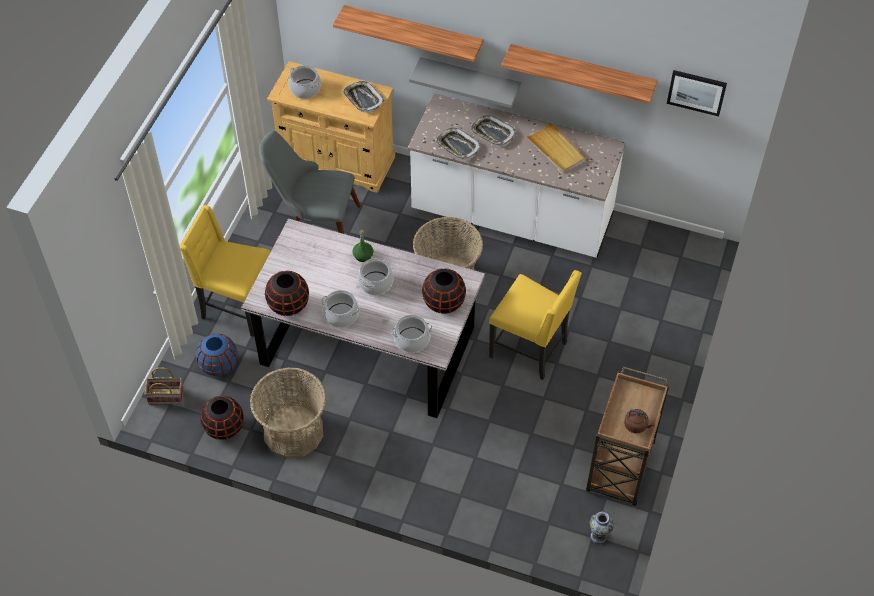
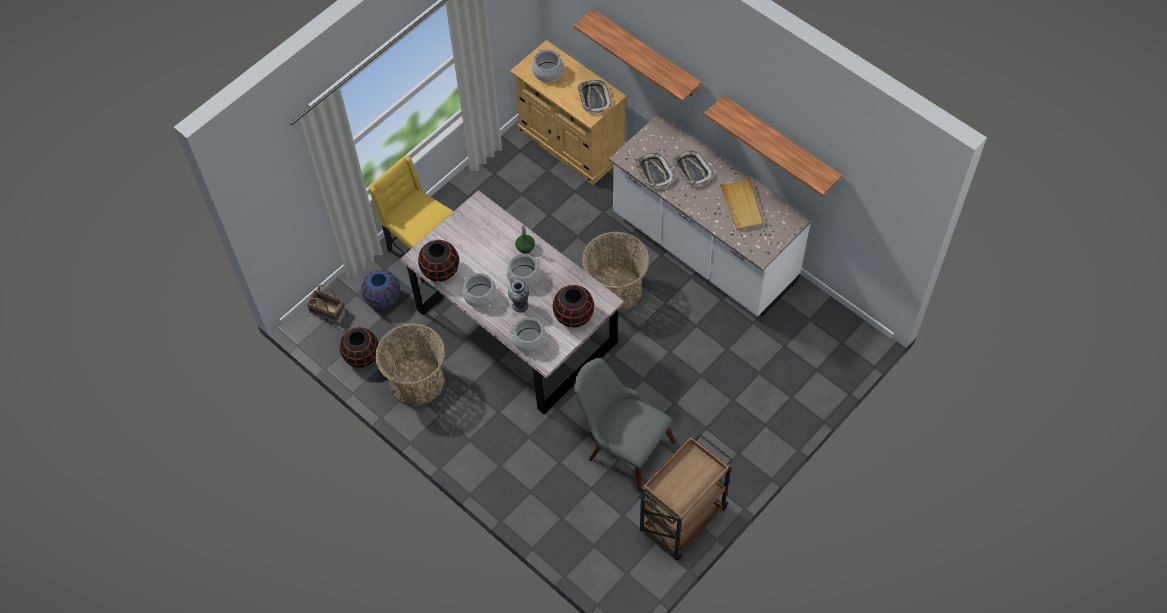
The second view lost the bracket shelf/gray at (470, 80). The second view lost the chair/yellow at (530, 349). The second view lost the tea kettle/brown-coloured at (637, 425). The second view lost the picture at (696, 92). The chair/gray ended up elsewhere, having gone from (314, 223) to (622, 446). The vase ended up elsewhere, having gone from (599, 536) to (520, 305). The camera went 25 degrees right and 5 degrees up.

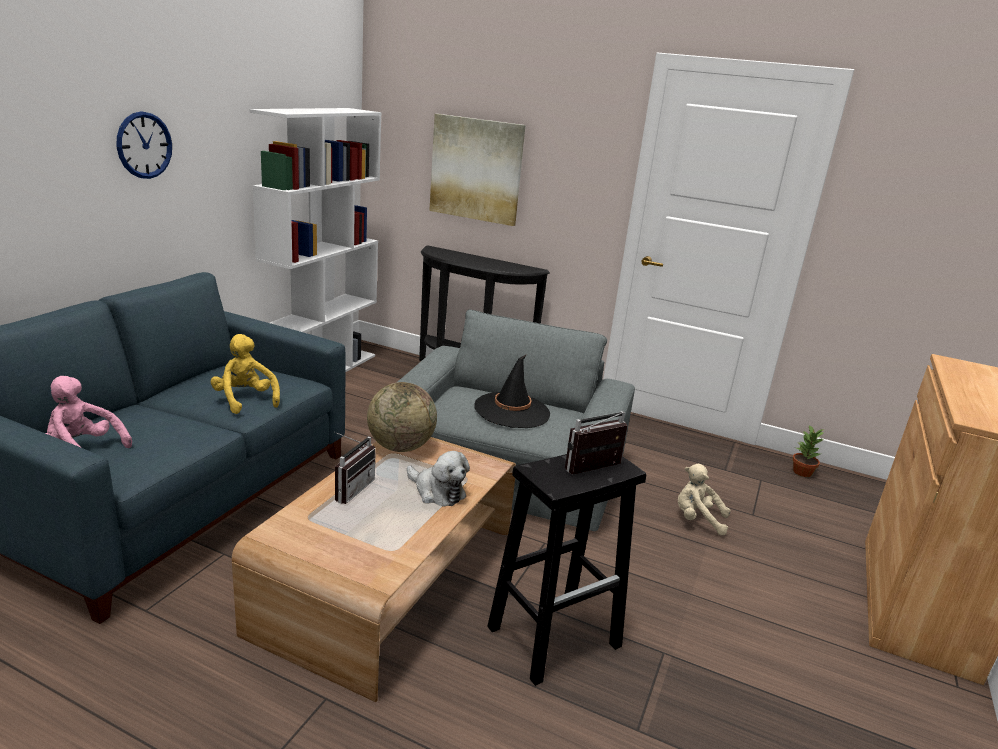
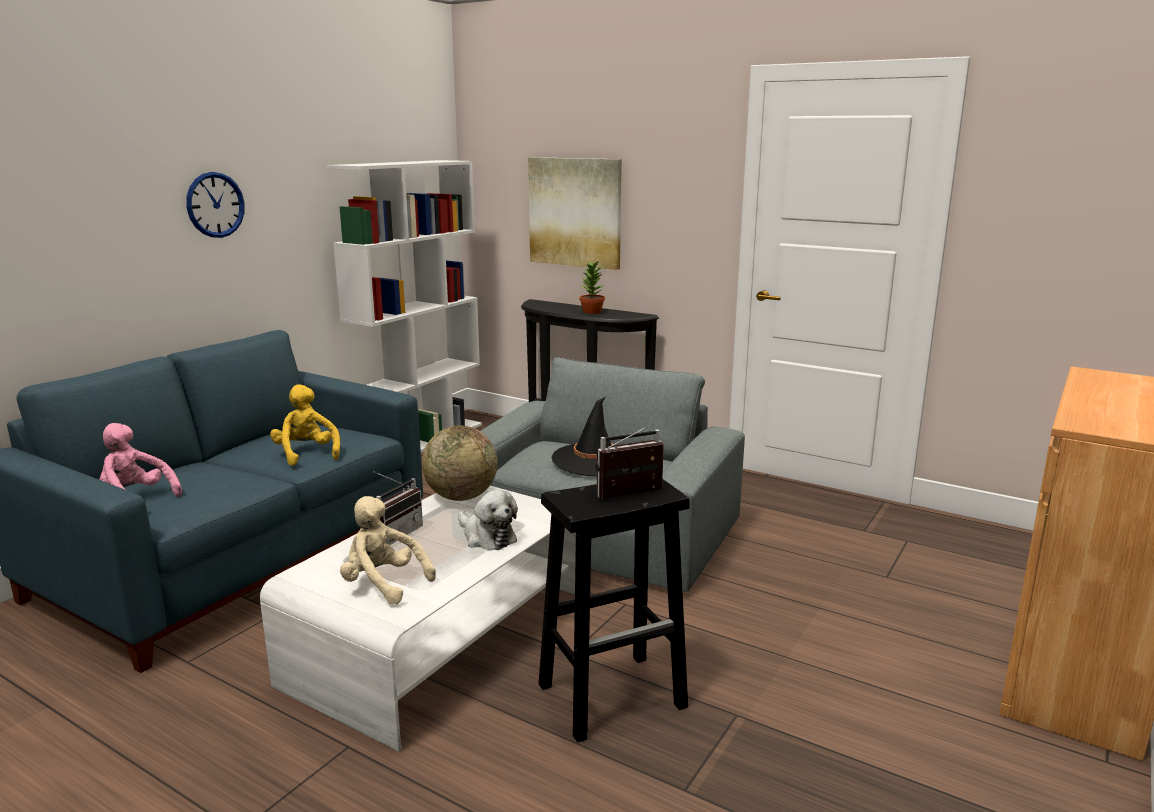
The soft toy/beige ended up elsewhere, having gone from (697, 520) to (383, 584). The plant in a pot ended up elsewhere, having gone from (802, 472) to (591, 312). What was the lounge table/brown-coloured at (389, 578) turned into the lounge table/white-coloured at (443, 636). The camera went 10 degrees right and 5 degrees down.

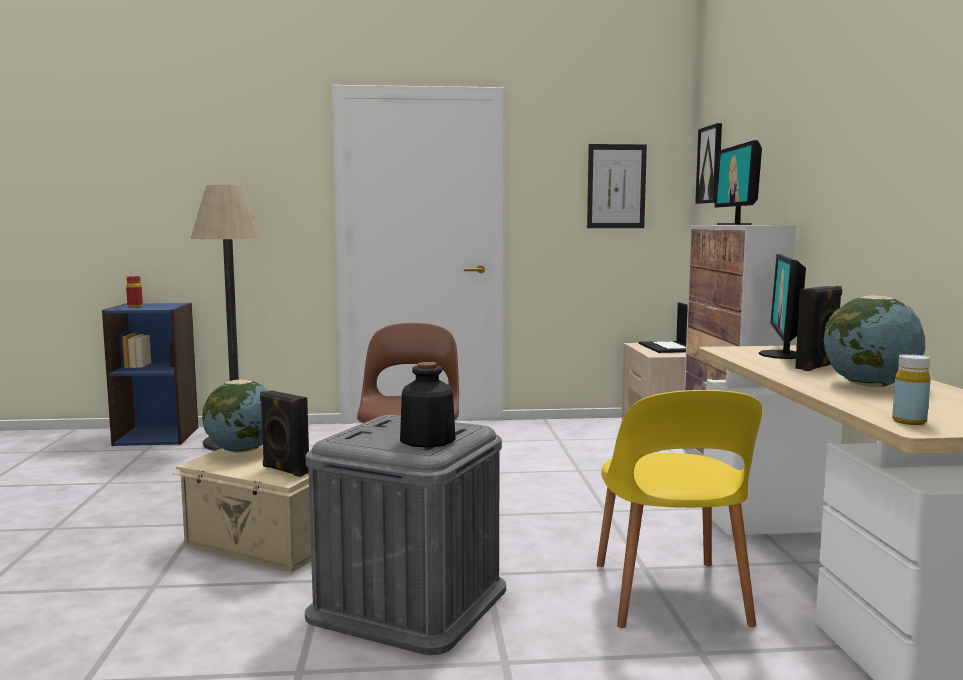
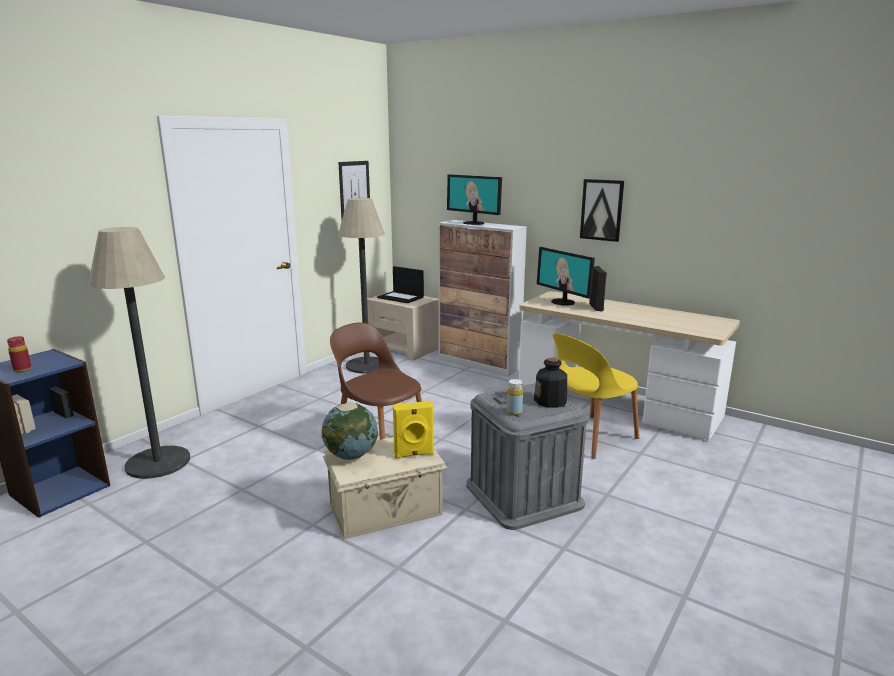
The second view lost the world globe at (869, 385). The second view gained the standard lamp at (367, 365). The picture ended up elsewhere, having gone from (710, 165) to (602, 210). The drink bottle/yellow ended up elsewhere, having gone from (909, 421) to (514, 412). What was the audio speaker/black at (284, 470) turned into the audio speaker/yellow at (414, 454). The chair/yellow at (670, 596) ended up facing another way, 105 degrees clockwise from before. The camera went 50 degrees left and 10 degrees up.

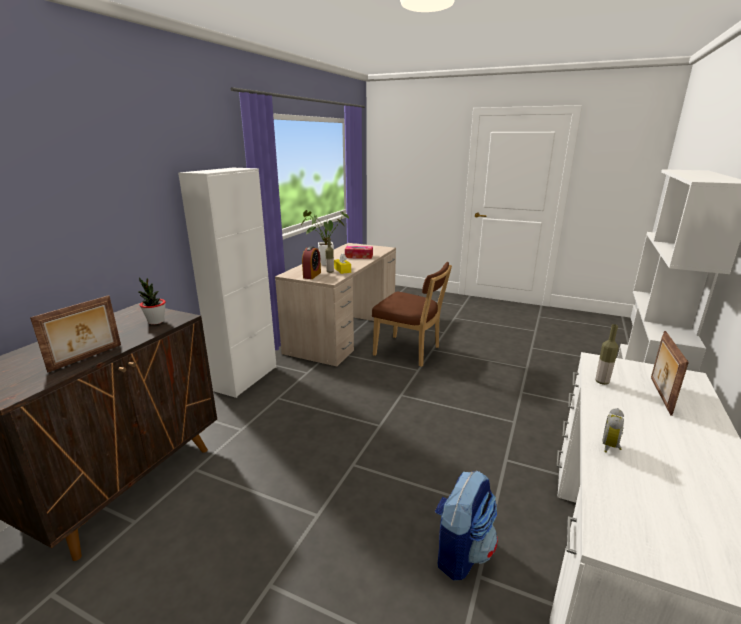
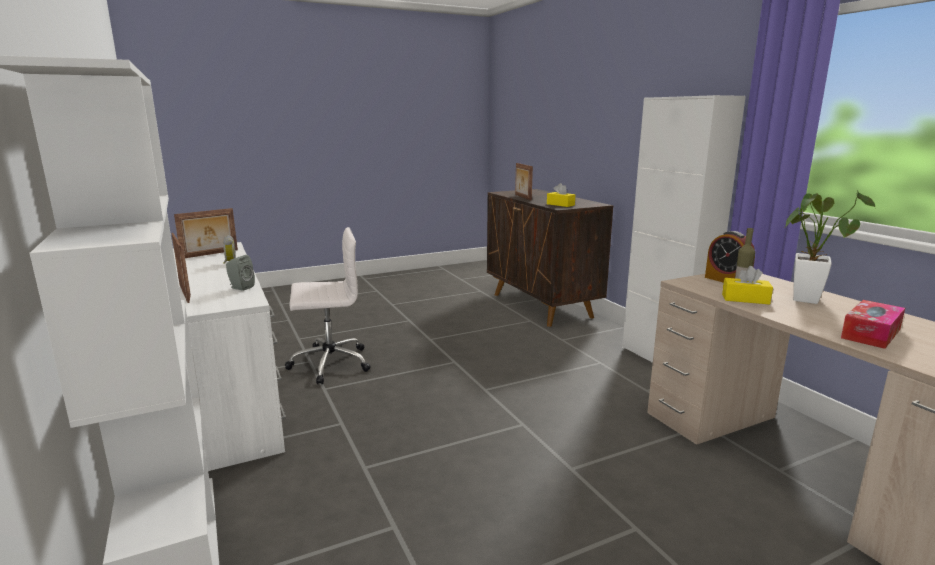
The second view lost the chair/brown-coloured at (410, 352). The second view gained the photo frame at (210, 254). Where the plant in a pot stood at (156, 321), the tissue box/yellow came to stand at (560, 204). Where the rucksack stood at (461, 551), the computer chair/white-coloured came to stand at (329, 363). Where the drink bottle stood at (602, 382), the audio speaker/gray came to stand at (240, 287). The camera went 130 degrees right and 5 degrees down.

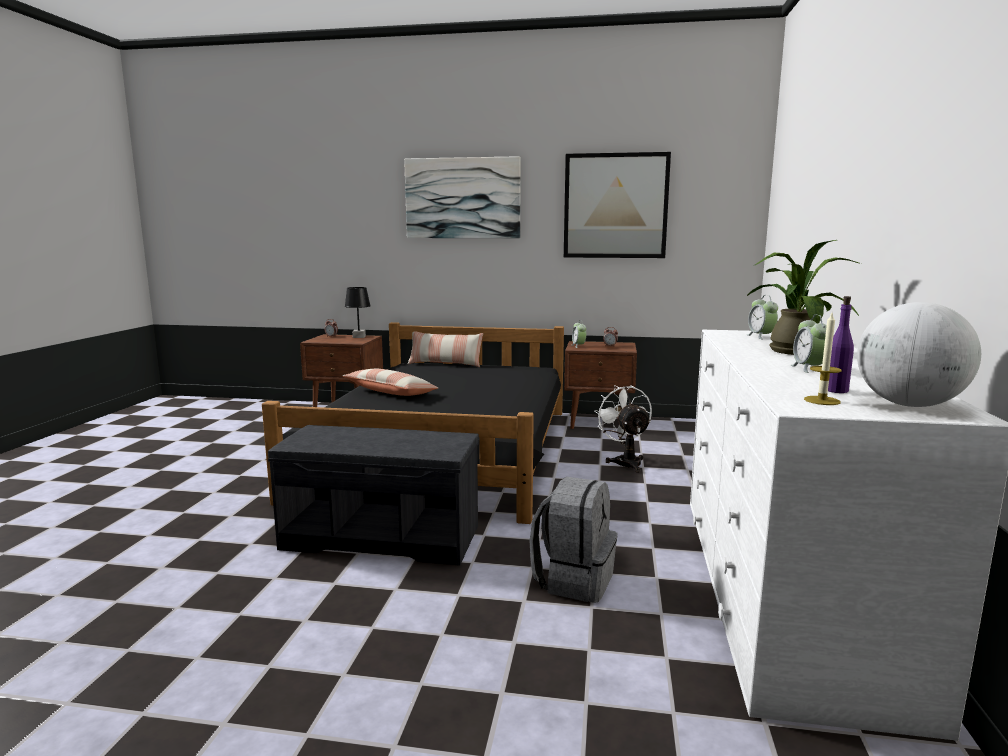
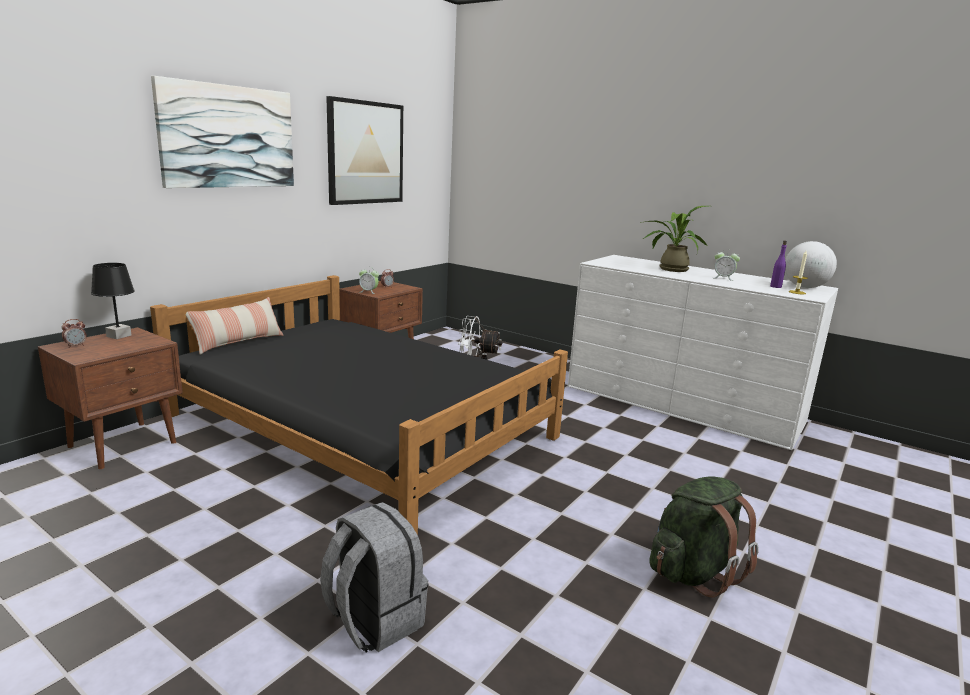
The second view lost the indoor bench/gray at (383, 537). The second view lost the throw pillow at (390, 392). The second view lost the alarm clock at (761, 336). The second view gained the rucksack/green at (693, 572). The rucksack/gray ended up elsewhere, having gone from (574, 580) to (373, 620). The camera went 65 degrees left and 5 degrees up.

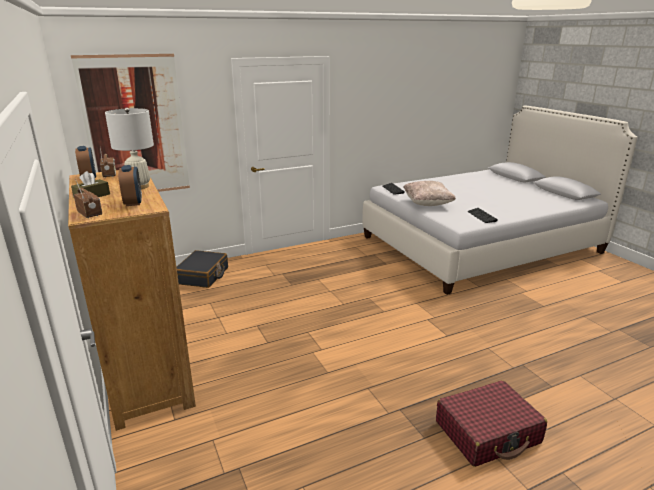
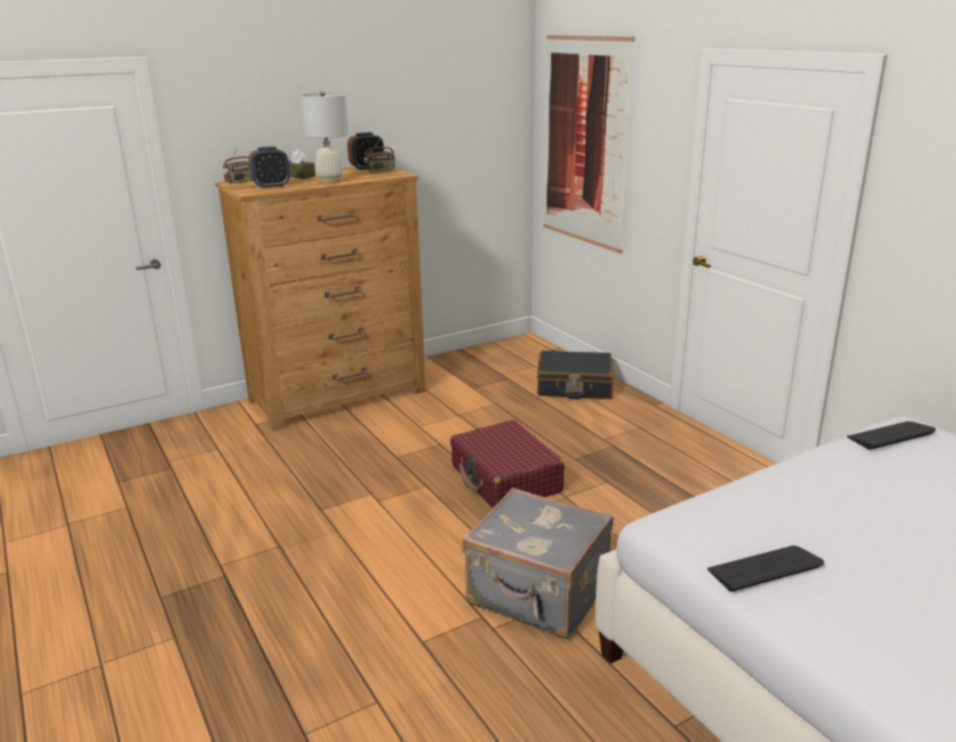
The second view lost the throw pillow/beige at (427, 204). The second view gained the suitcase/gray at (538, 595). The suitcase/red ended up elsewhere, having gone from (488, 432) to (505, 479). The camera went 85 degrees right and 0 degrees up.

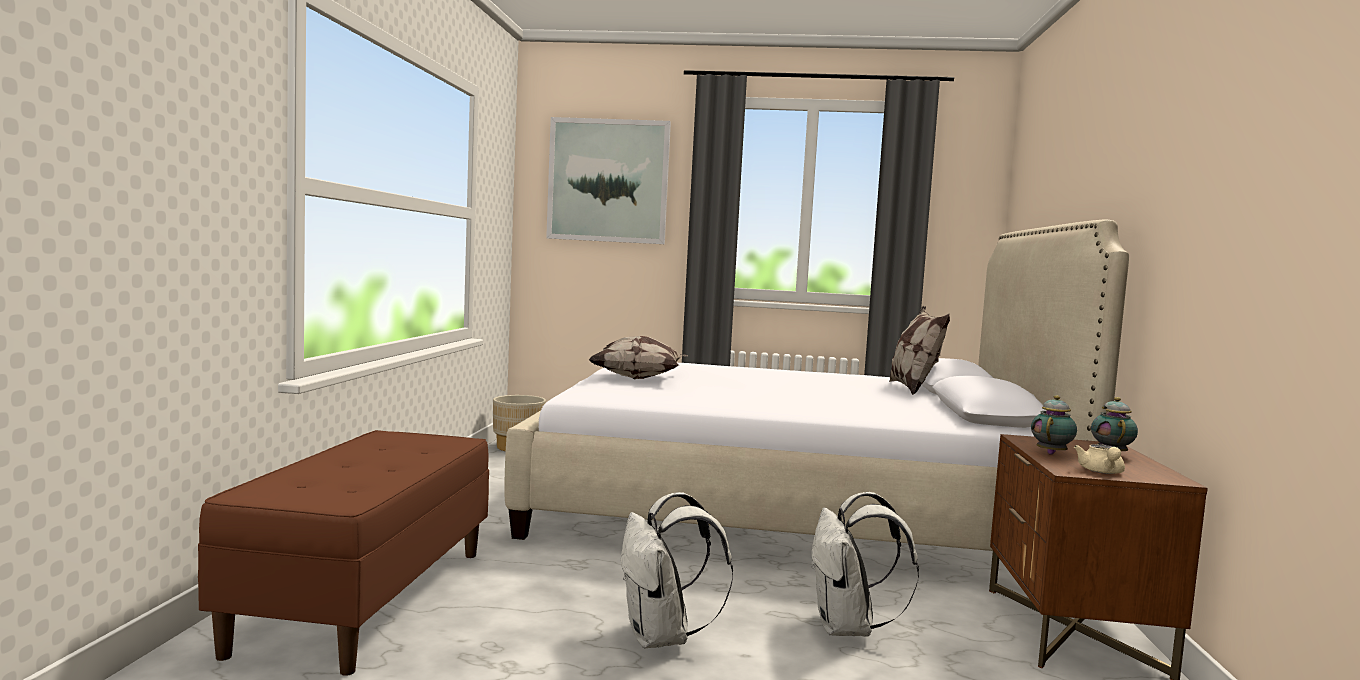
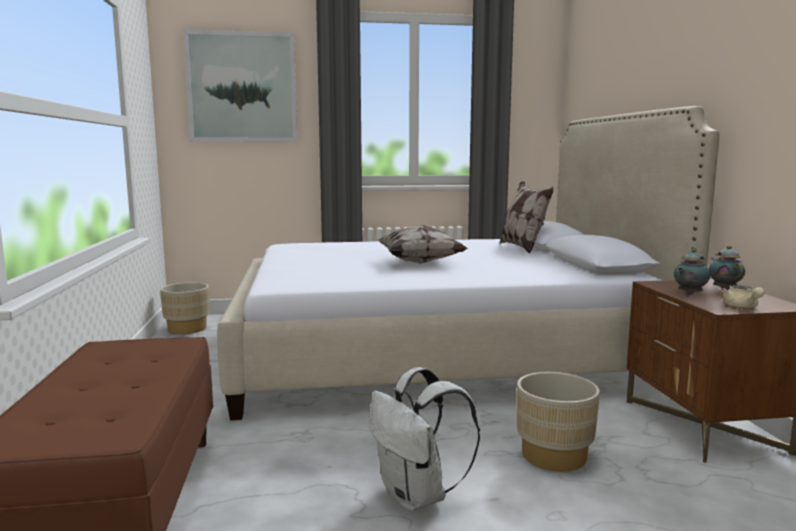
The throw pillow ended up elsewhere, having gone from (639, 378) to (421, 262). Where the rucksack/white-coloured stood at (848, 629), the planter/beige came to stand at (554, 456). The tea pot at (1052, 453) ended up facing another way, 150 degrees counterclockwise from before. The camera went 15 degrees left and 5 degrees up.

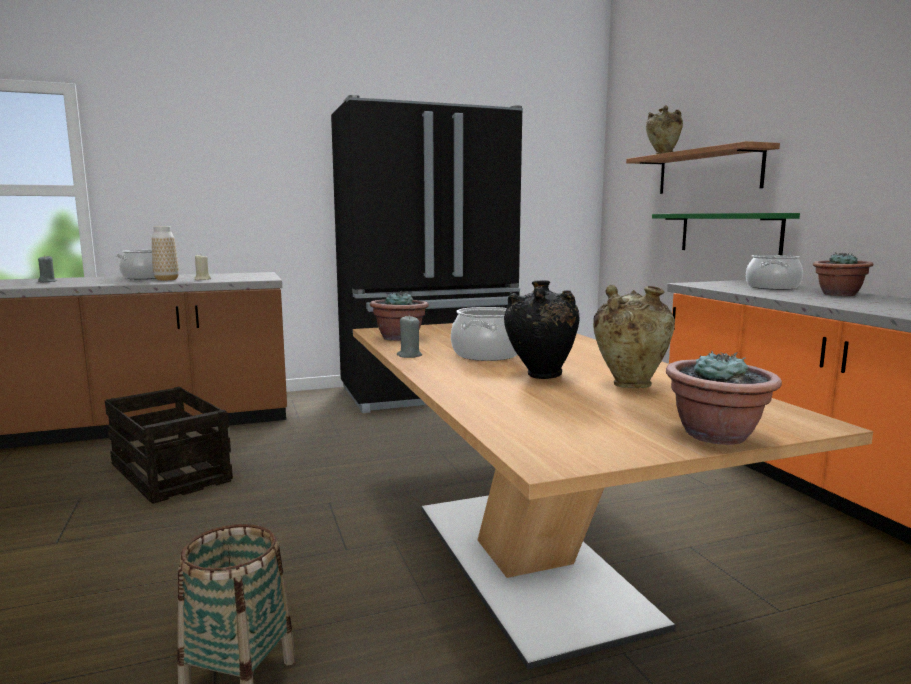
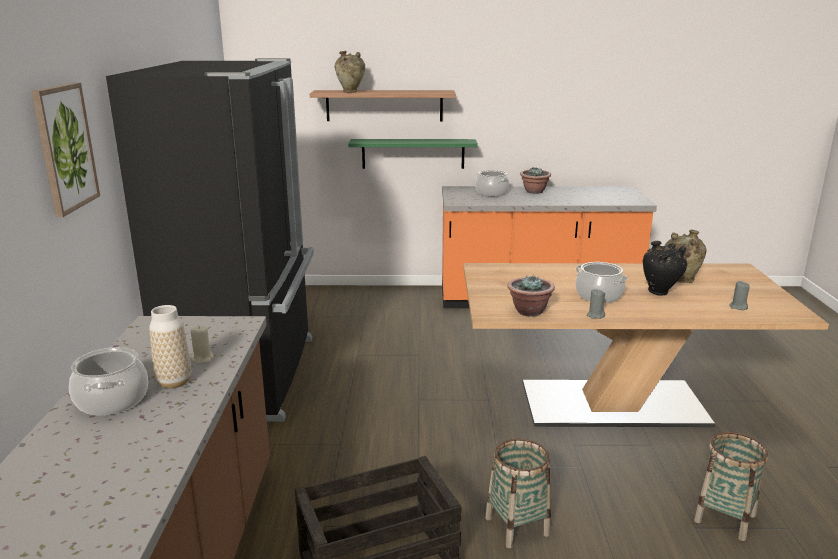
The second view lost the plant in a pot at (717, 435). The second view gained the picture at (65, 148). The second view gained the storage basket at (517, 526). The candle/gray ended up elsewhere, having gone from (47, 281) to (738, 307). The camera went 70 degrees left and 10 degrees up.

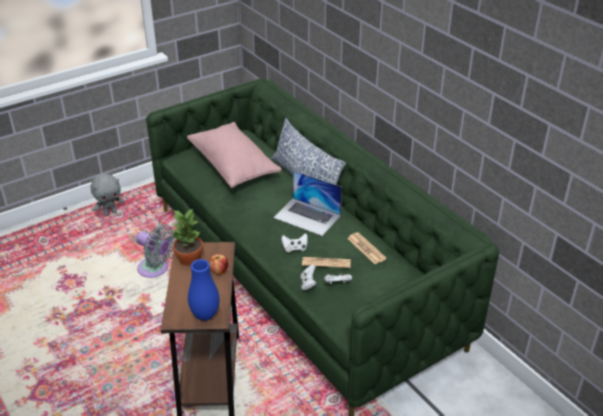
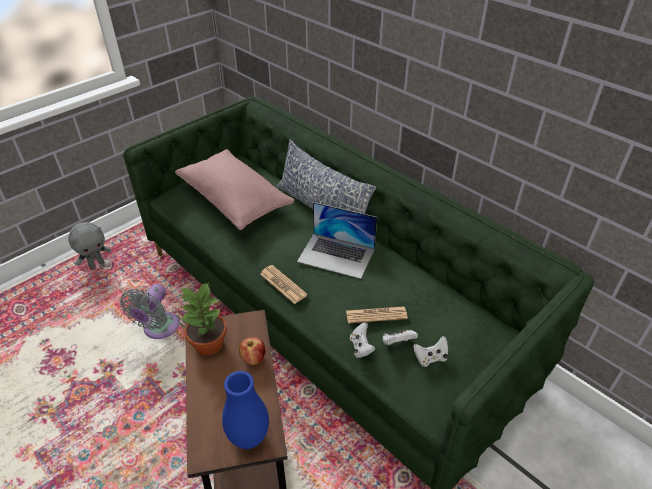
The joypad/white-coloured ended up elsewhere, having gone from (295, 248) to (430, 358). The newspaper ended up elsewhere, having gone from (366, 248) to (283, 284). The cooling fan/gray at (155, 269) ended up facing another way, 90 degrees clockwise from before. The camera went 10 degrees left and 5 degrees up.

